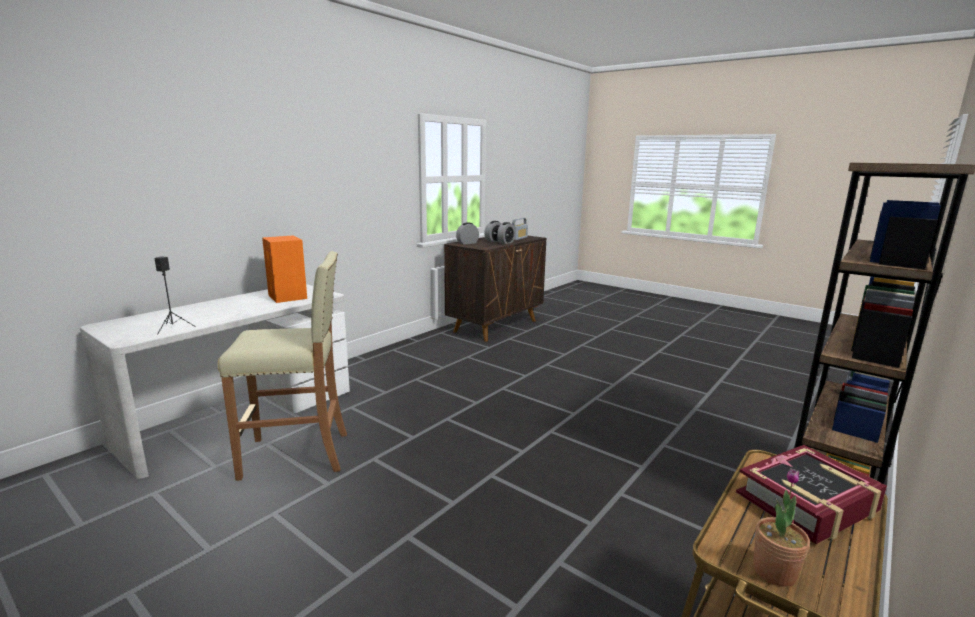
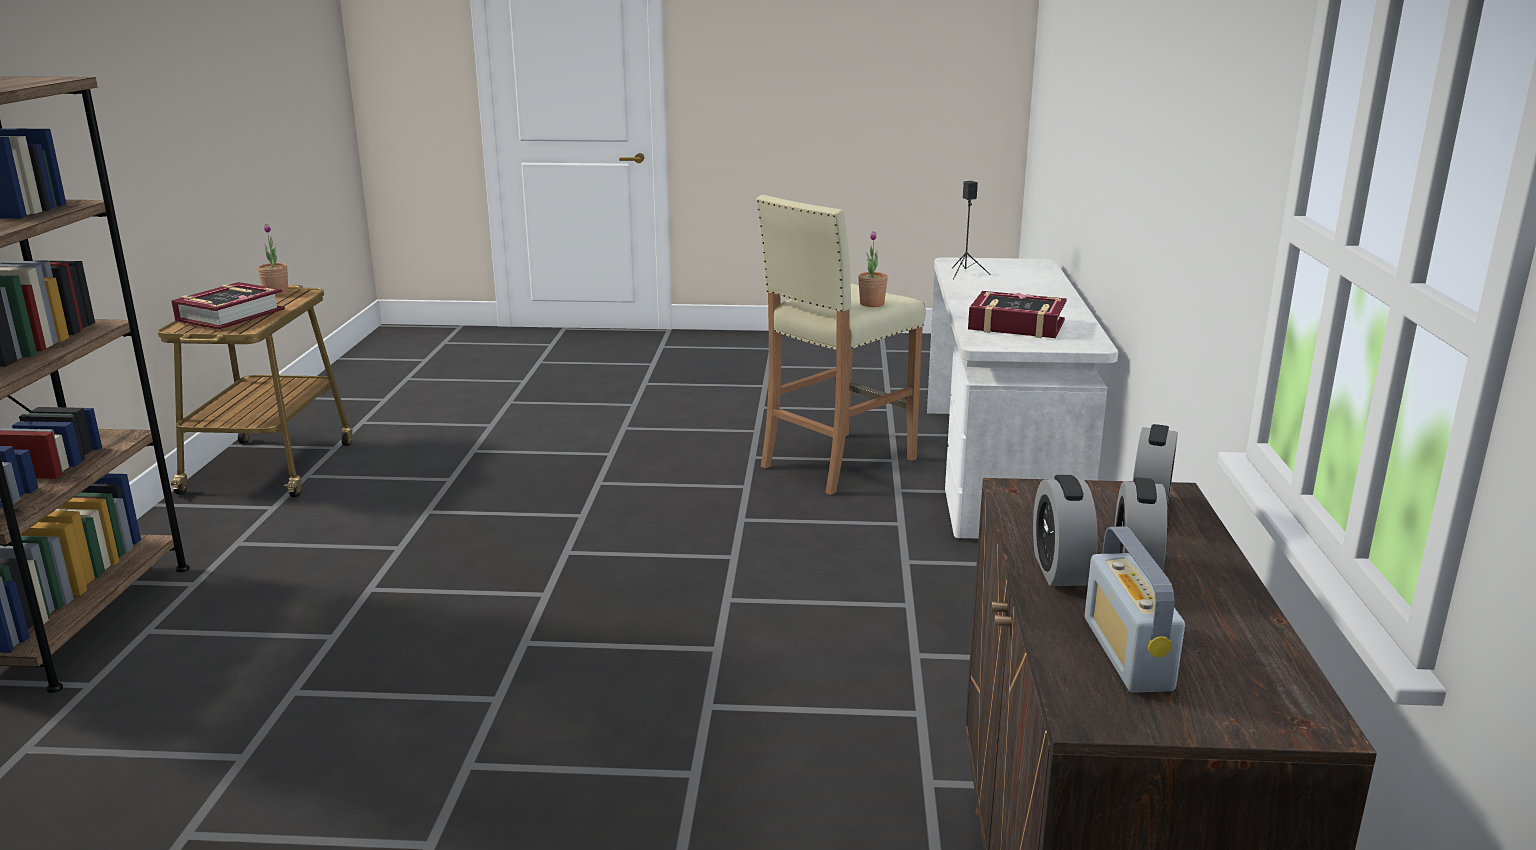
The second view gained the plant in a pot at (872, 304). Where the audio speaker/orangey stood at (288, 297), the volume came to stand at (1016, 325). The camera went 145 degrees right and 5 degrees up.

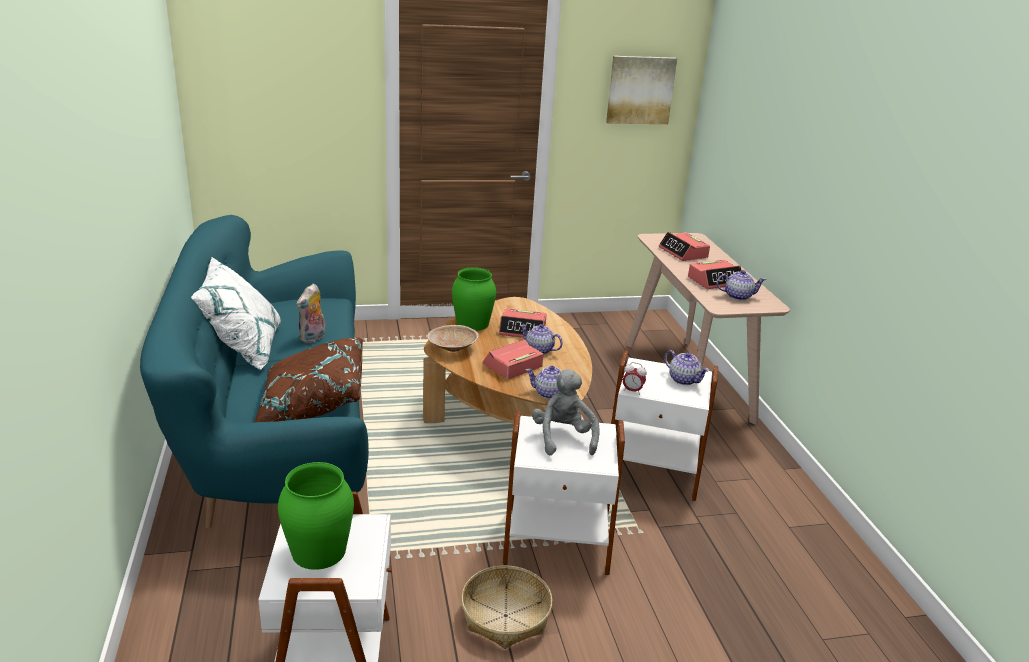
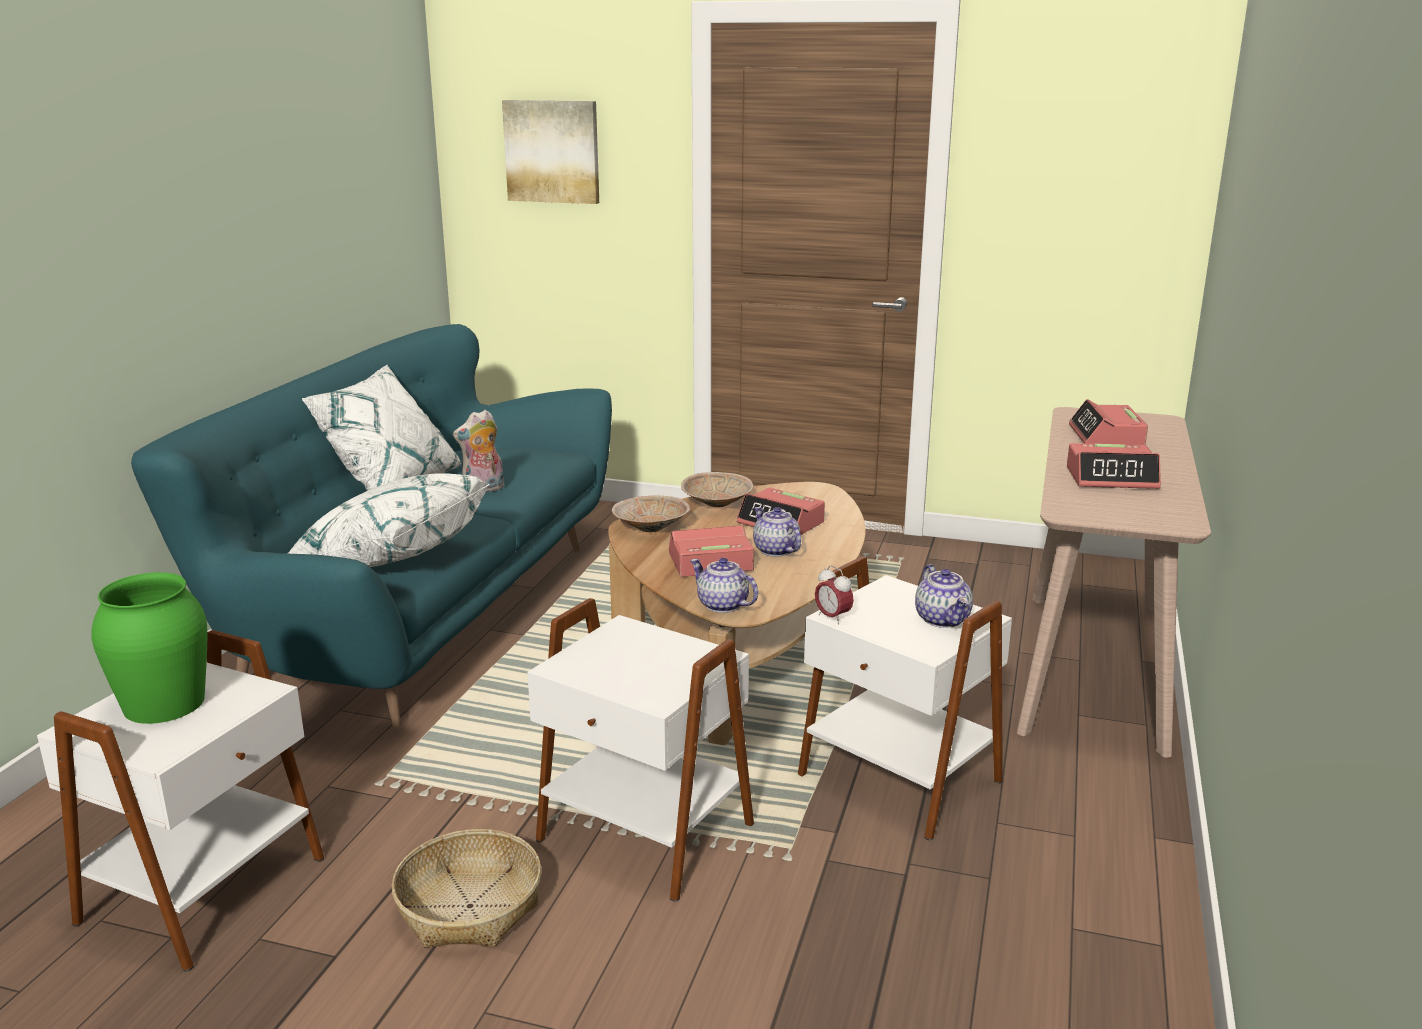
The second view lost the soft toy/gray at (563, 438). The second view lost the tea pot at (738, 296). The picture ended up elsewhere, having gone from (640, 90) to (552, 151). Where the vase/green stood at (472, 323), the deep dish/beige came to stand at (716, 505). What was the throw pillow/brown-coloured at (311, 405) turned into the throw pillow/white-coloured at (388, 559). The camera went 30 degrees right and 5 degrees down.

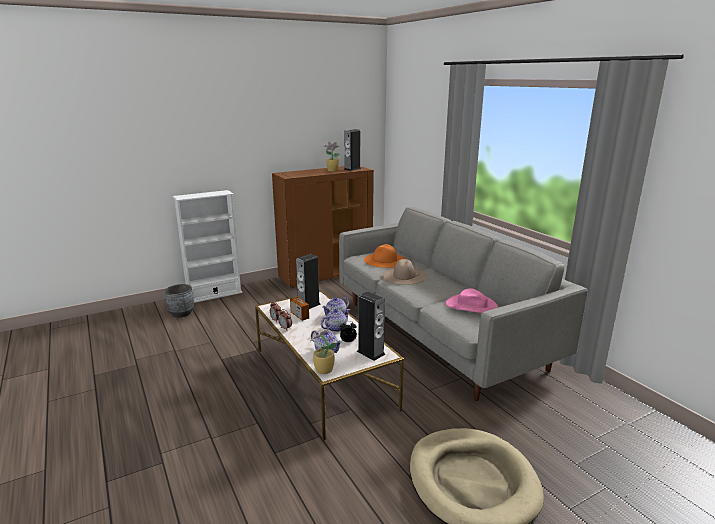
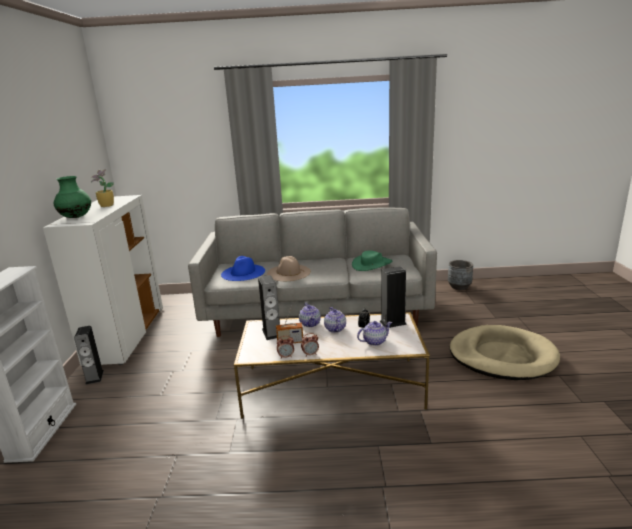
The second view lost the plant in a pot at (323, 370). The second view gained the vase/green at (76, 217). The planter/gray ended up elsewhere, having gone from (181, 313) to (459, 286). The audio speaker ended up elsewhere, having gone from (352, 169) to (94, 377). What was the storage cabinet/brown-coloured at (326, 274) turned into the storage cabinet/white-coloured at (126, 335). What was the clothing hat/orangey at (384, 260) turned into the clothing hat/blue-coloured at (243, 272). What was the clothing hat/pinkish at (471, 306) turned into the clothing hat/green at (372, 264). The camera went 60 degrees left and 0 degrees up.

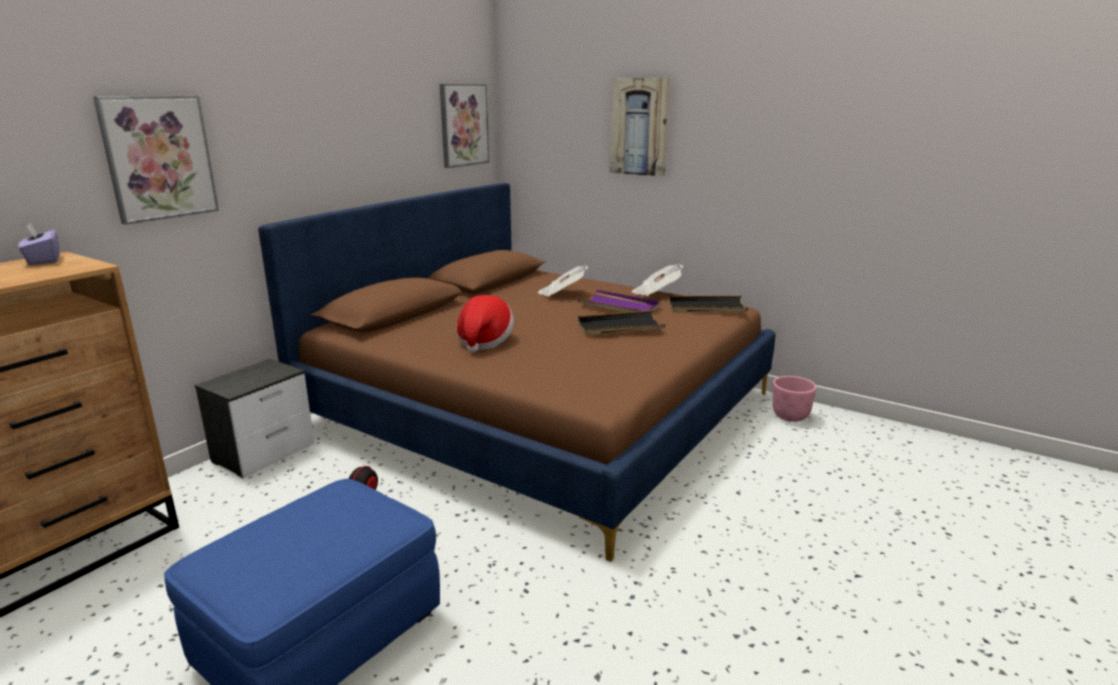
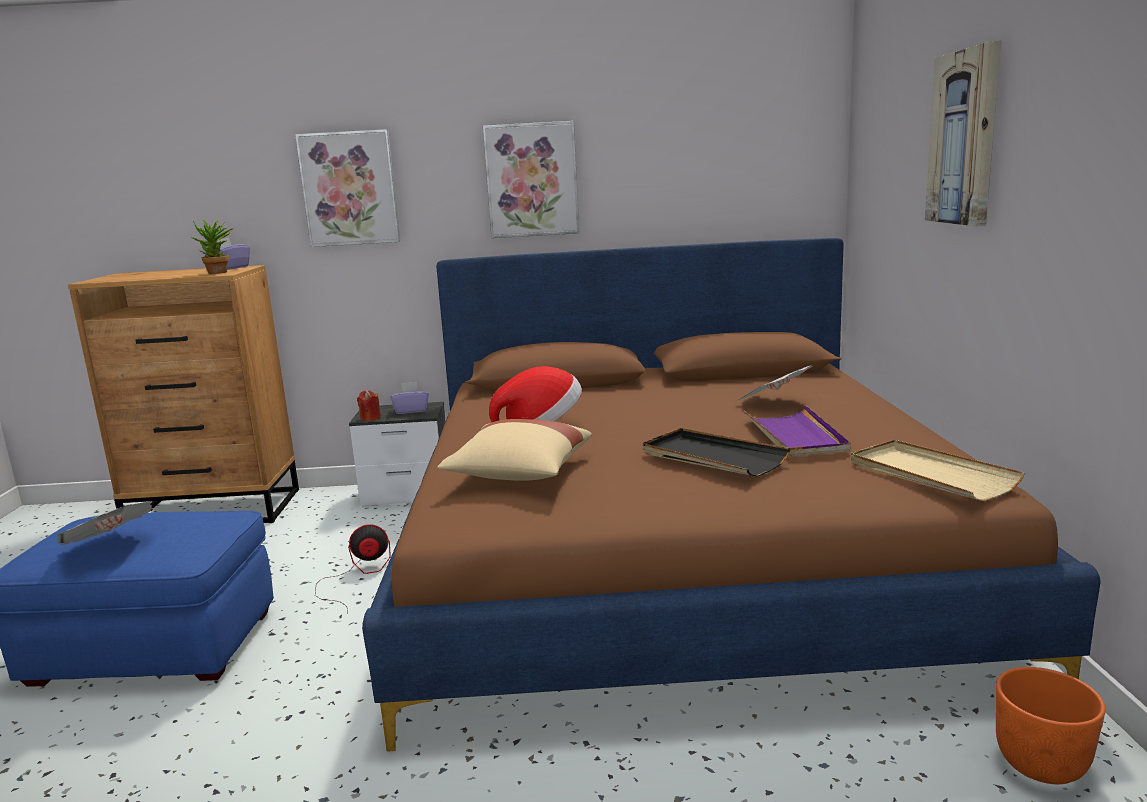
The second view gained the plant in a pot at (218, 273). The second view gained the candle/red at (370, 418). The second view gained the tissue box/purplish at (411, 410). The second view gained the throw pillow/beige at (519, 474). The picture ended up elsewhere, having gone from (463, 125) to (532, 180). The newspaper ended up elsewhere, having gone from (656, 293) to (110, 546). What was the tray/black at (706, 307) turned into the tray/beige at (930, 475). What was the planter/pinkish at (790, 417) turned into the planter/orangey at (1042, 766). The camera went 55 degrees right and 5 degrees down.

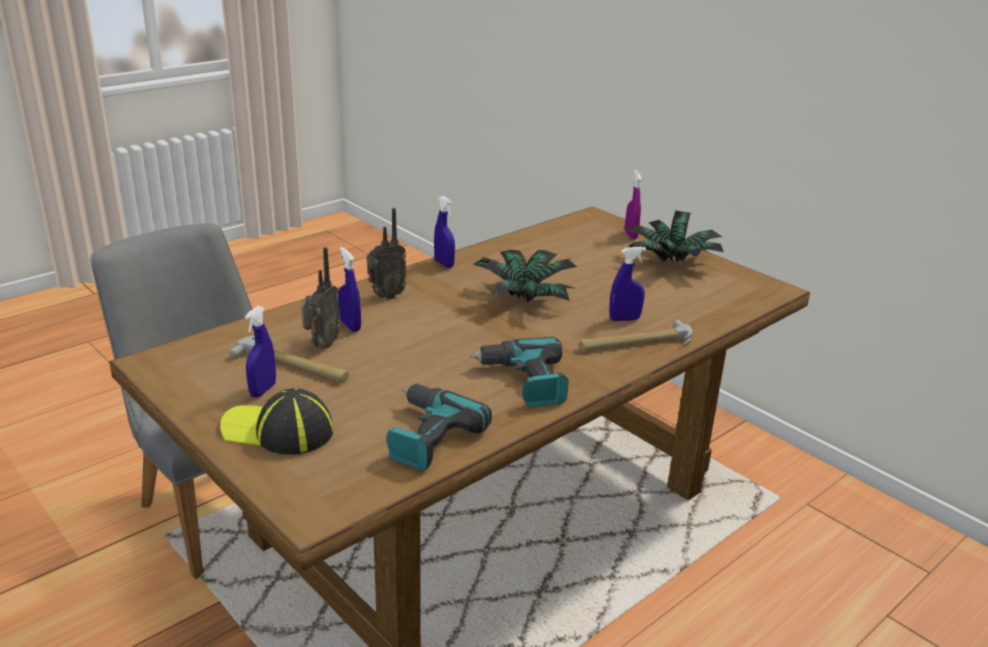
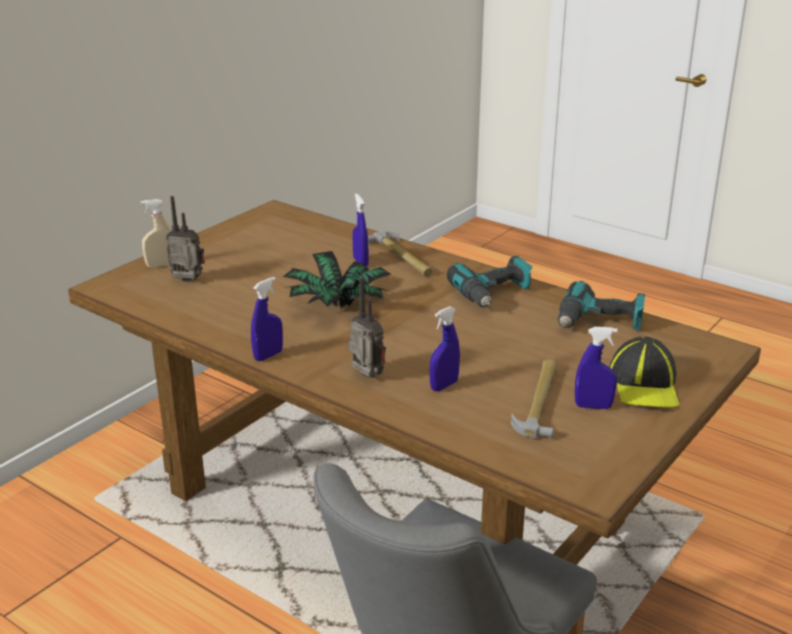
The second view lost the plant in a pot at (672, 263). The radio receiver ended up elsewhere, having gone from (321, 345) to (187, 282). What was the spray bottle/purplish at (630, 235) turned into the spray bottle/beige at (160, 265). The camera went 100 degrees left and 0 degrees up.

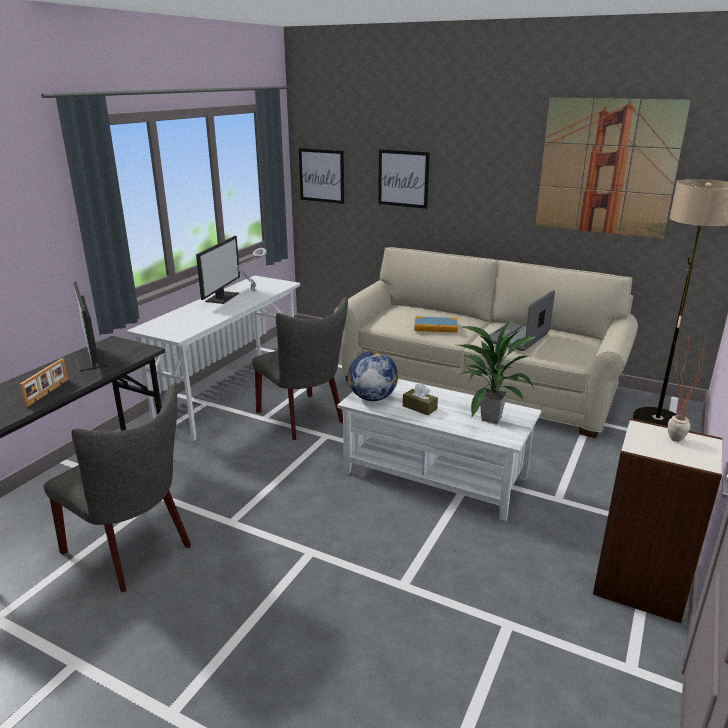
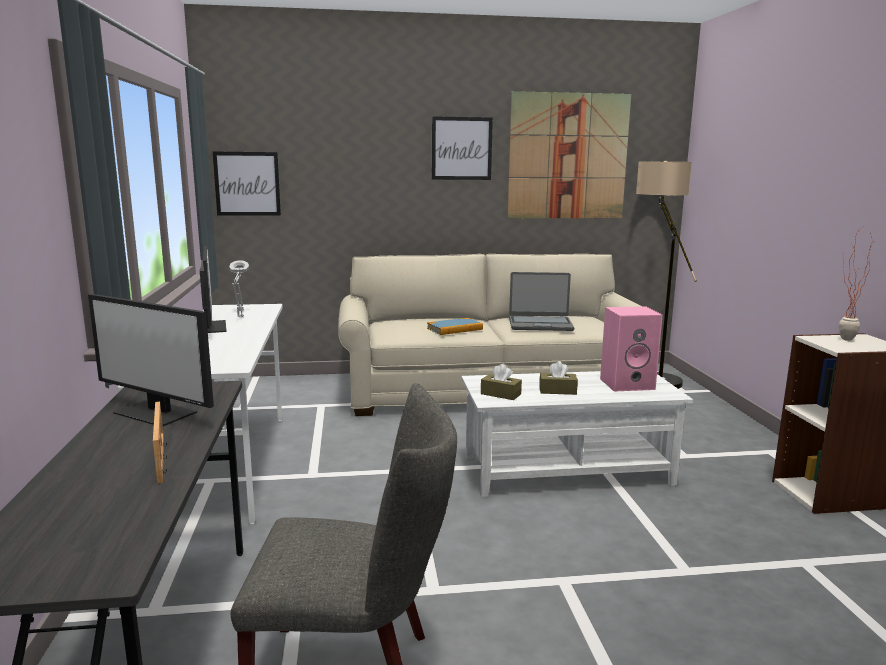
The second view lost the chair/gray at (304, 419). The picture ended up elsewhere, having gone from (403, 178) to (461, 148). Where the world globe stood at (372, 398), the tissue box/brown-coloured came to stand at (500, 394). Where the plant in a pot stood at (490, 418), the audio speaker/pinkish came to stand at (628, 384). The laptop at (517, 338) ended up facing another way, 90 degrees counterclockwise from before. The camera went 35 degrees left and 10 degrees down.

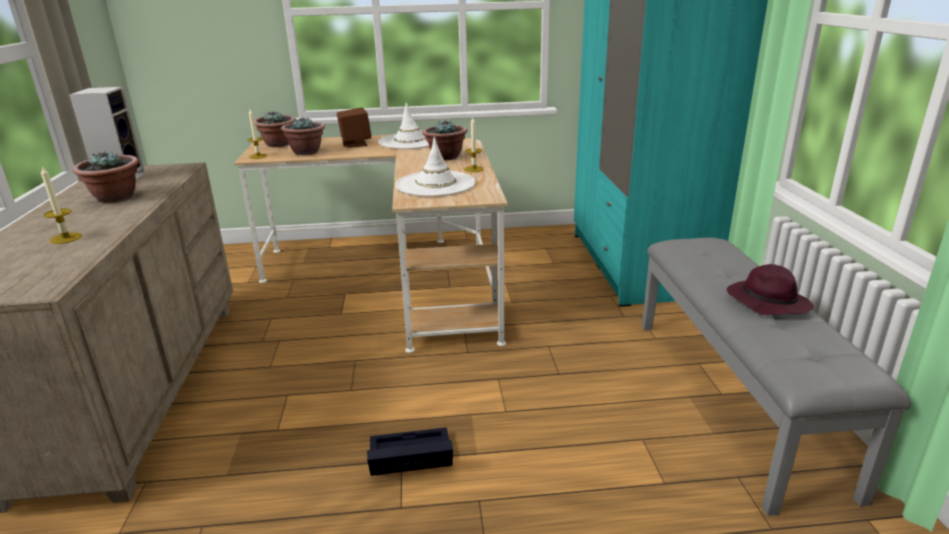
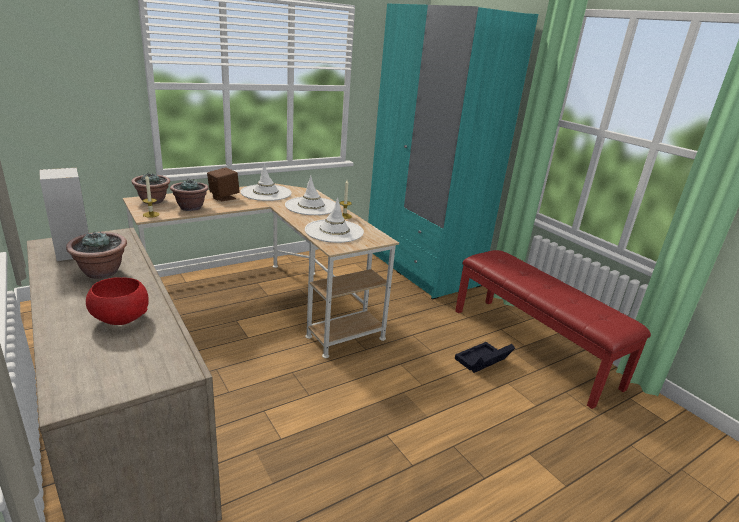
The second view lost the clothing hat/purplish at (766, 302). The storage box/black ended up elsewhere, having gone from (408, 460) to (482, 362). Where the candle stood at (66, 238), the deep dish/red came to stand at (120, 319). Where the plant in a pot stood at (445, 157), the clothing hat/white-coloured came to stand at (311, 206). What was the indoor bench/gray at (735, 398) turned into the indoor bench/red at (533, 346). The camera went 30 degrees left and 0 degrees up.

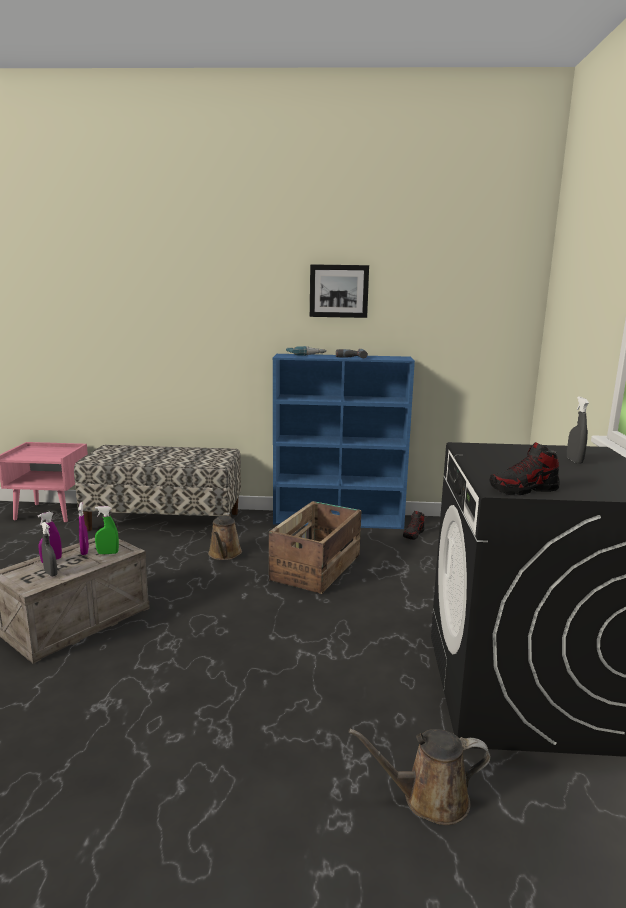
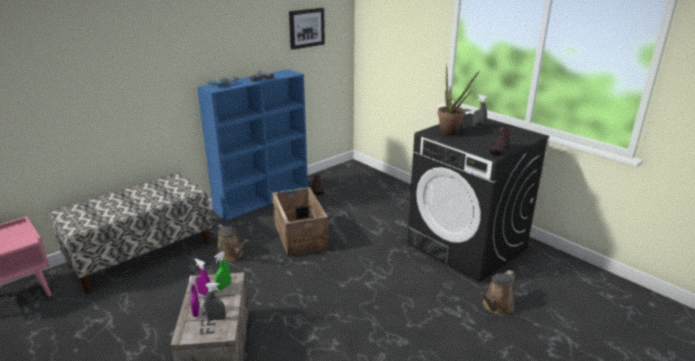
The second view gained the plant in a pot at (452, 133). The picture ended up elsewhere, having gone from (339, 291) to (306, 28). The camera went 45 degrees left and 10 degrees up.

